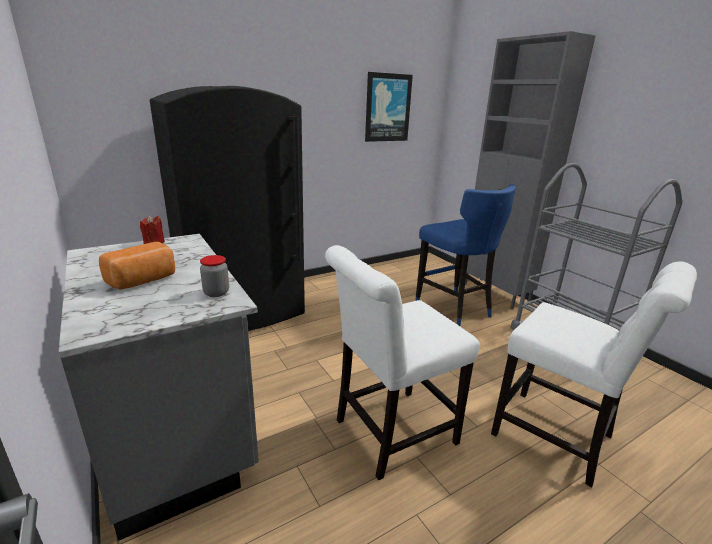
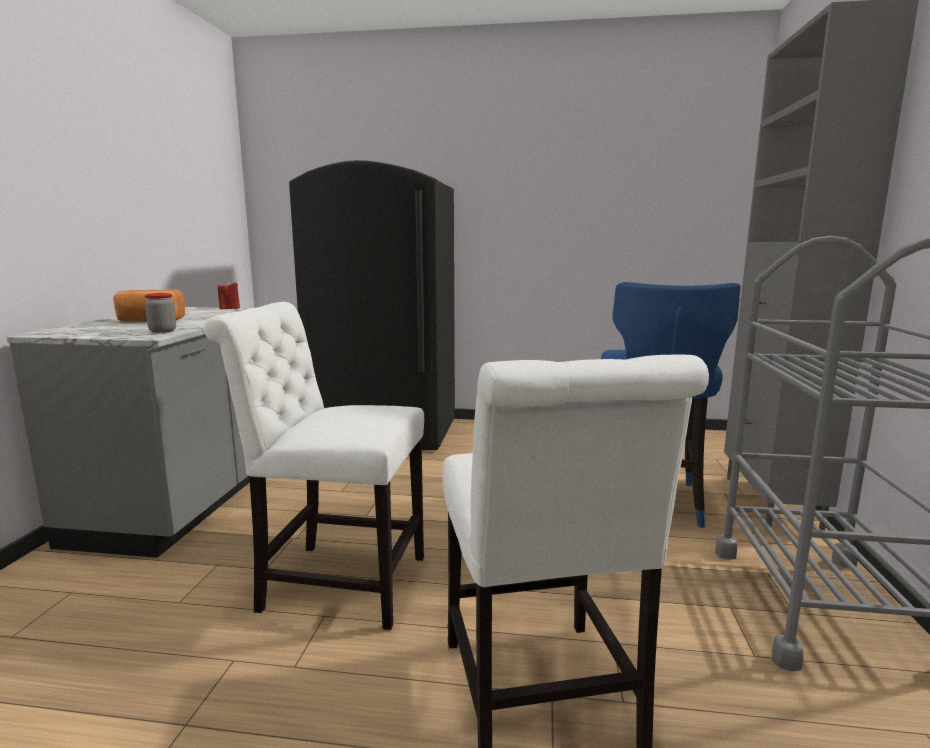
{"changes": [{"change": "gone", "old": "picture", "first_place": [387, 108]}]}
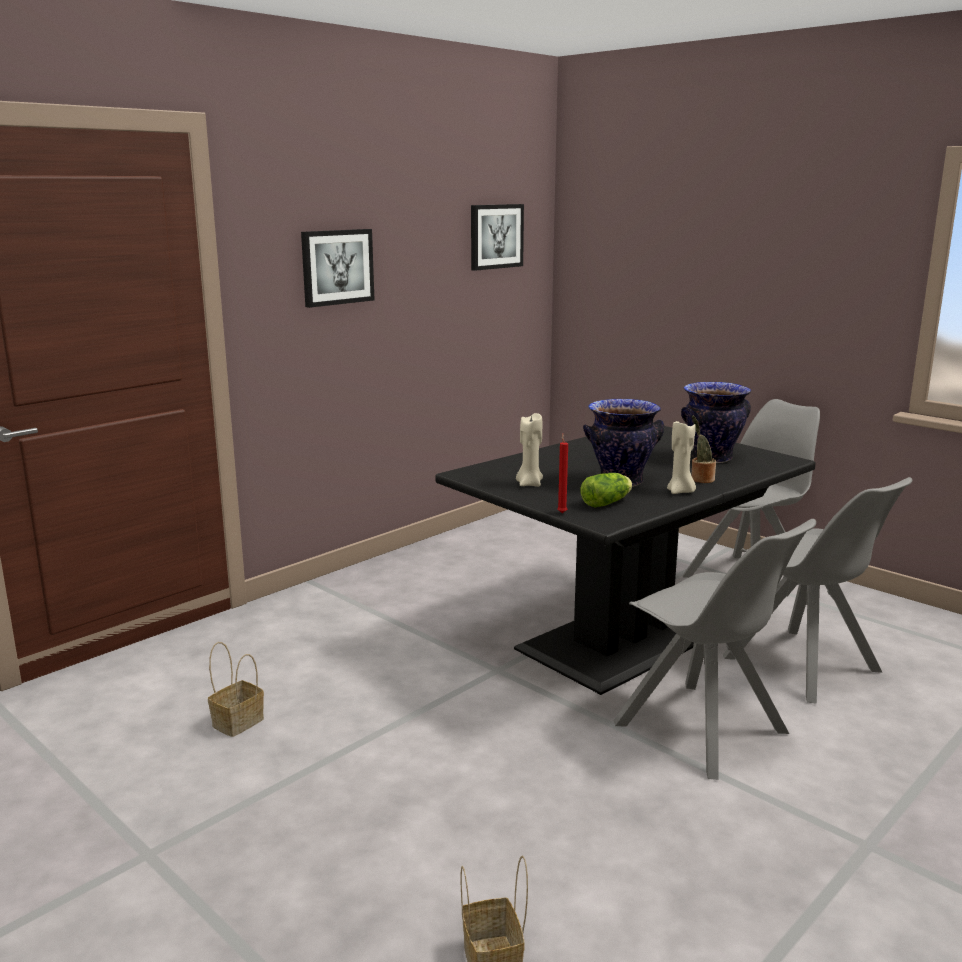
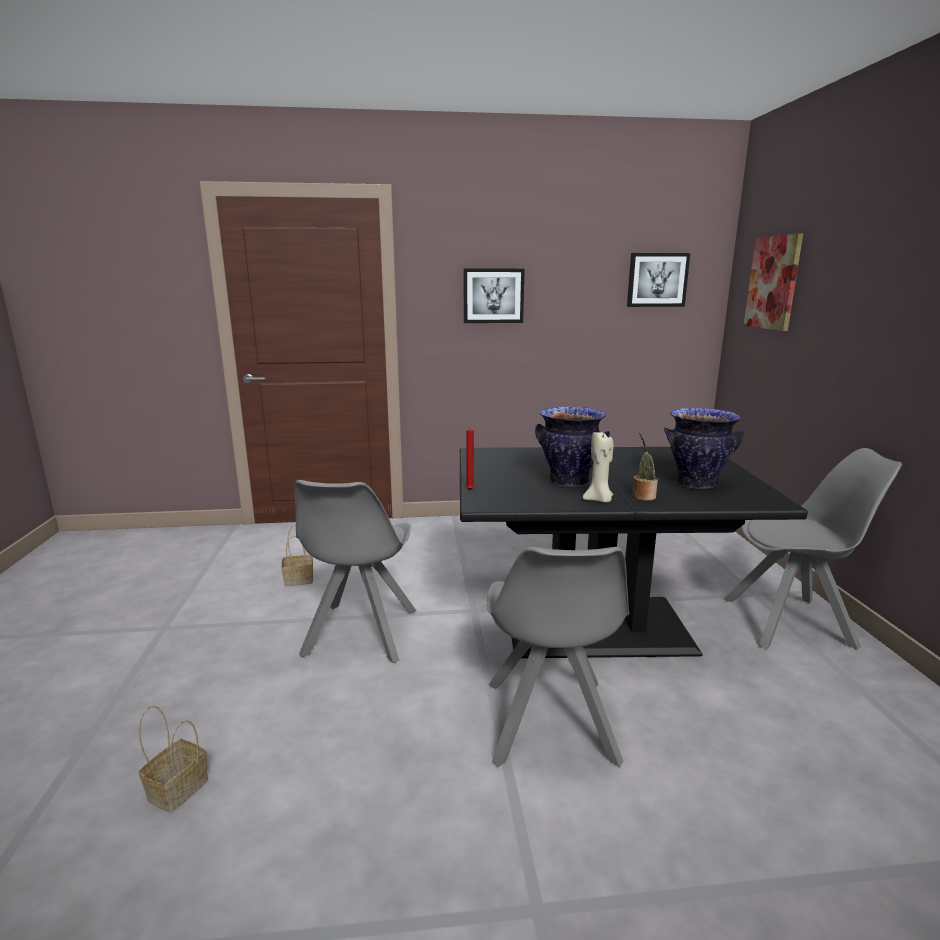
{"changes": [{"change": "gone", "old": "beige-coloured wax candle", "first_place": [529, 484]}, {"change": "gone", "old": "head of lettuce", "first_place": [608, 502]}, {"change": "shifted", "old": "grey chair", "first_place": [804, 666], "second_place": [359, 634]}, {"change": "new", "new": "picture", "second_place": [773, 283]}]}
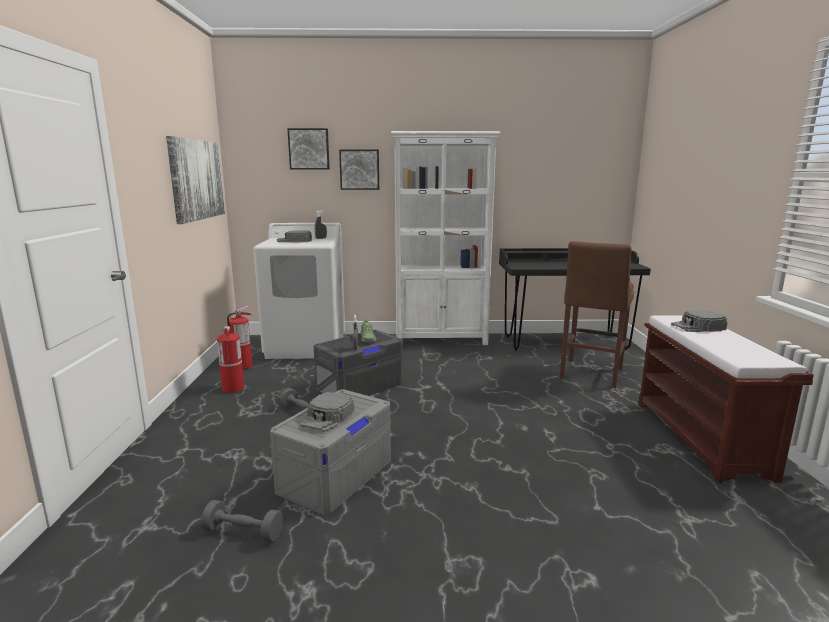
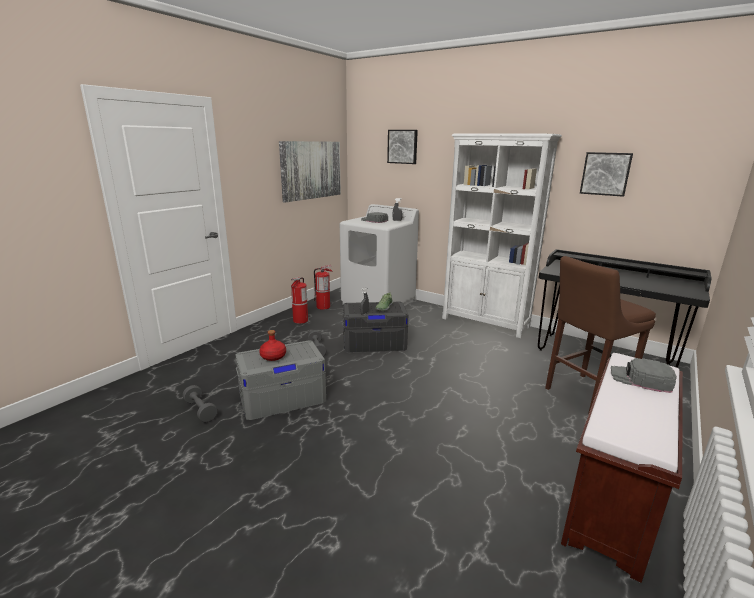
{"changes": [{"change": "shifted", "old": "picture", "first_place": [359, 169], "second_place": [605, 174]}, {"change": "swapped", "old": "grey cap", "new": "red-coloured beverage bottle", "first_place": [327, 417], "second_place": [273, 356]}]}
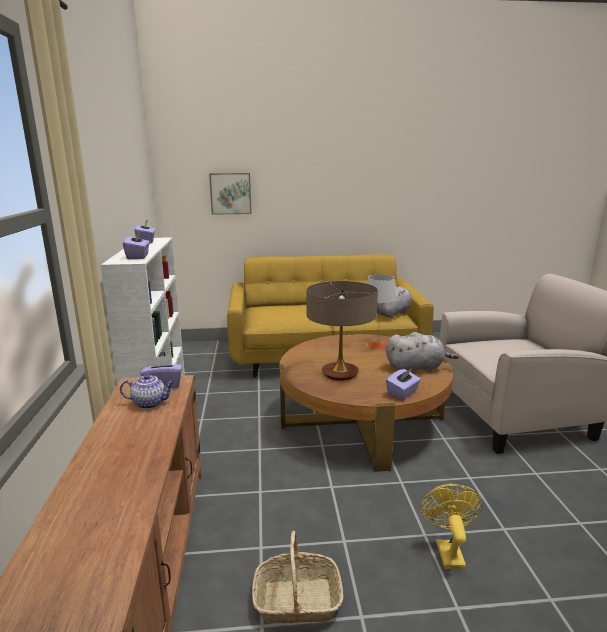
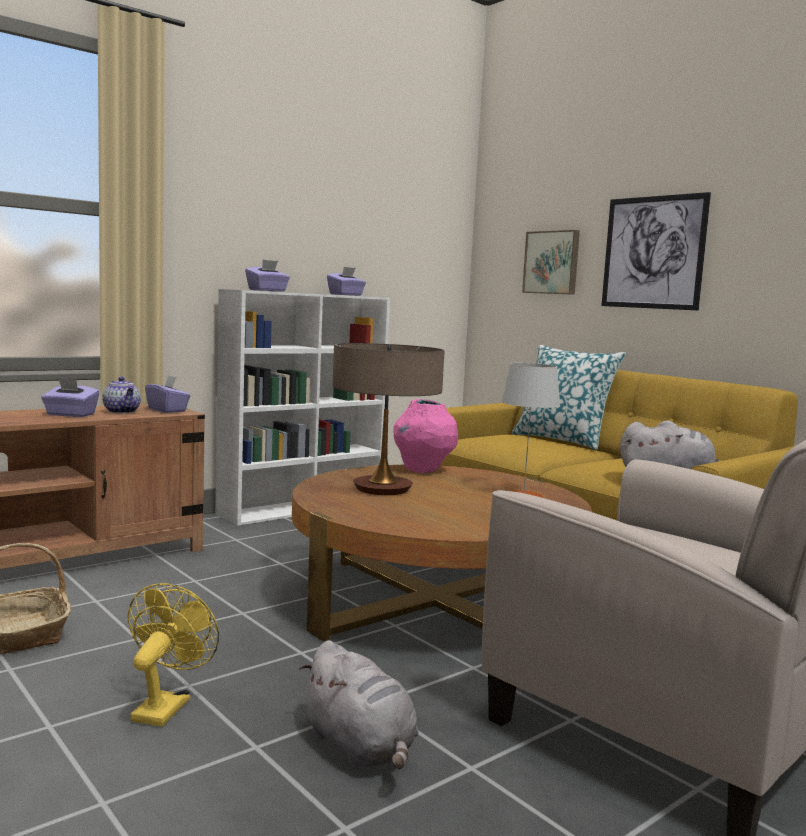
{"changes": [{"change": "shifted", "old": "grey plush toy", "first_place": [416, 368], "second_place": [360, 747]}, {"change": "shifted", "old": "purple-coloured tissue box", "first_place": [402, 393], "second_place": [70, 415]}, {"change": "rotated", "old": "yellow fan", "first_place": [447, 550], "second_place": [165, 705], "degrees": -45}, {"change": "new", "new": "picture", "second_place": [653, 252]}, {"change": "new", "new": "pillow", "second_place": [562, 440]}, {"change": "new", "new": "pinkish vase", "second_place": [422, 470]}]}
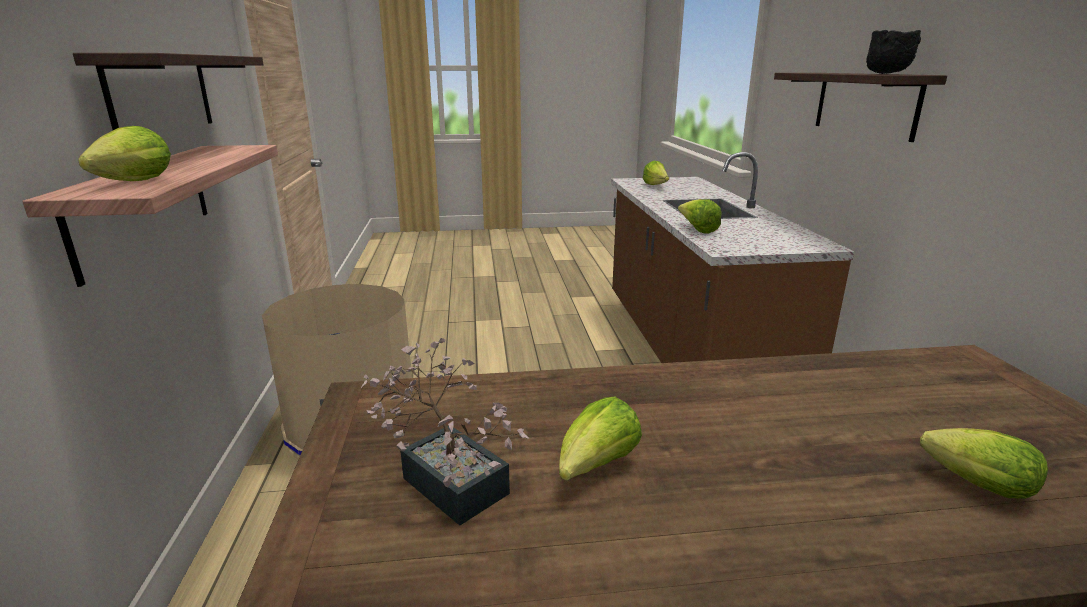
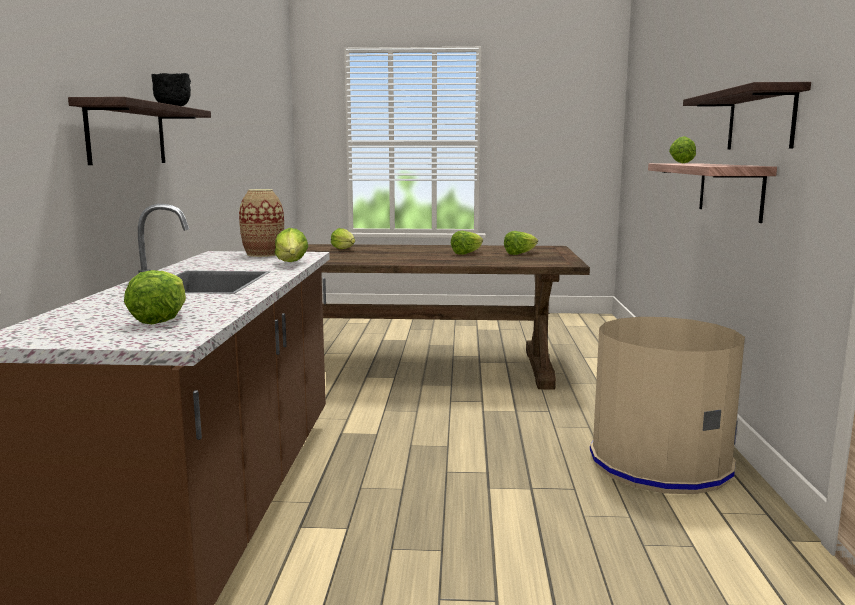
{"changes": [{"change": "swapped", "old": "houseplant", "new": "head of lettuce", "first_place": [448, 479], "second_place": [520, 254]}, {"change": "new", "new": "vase", "second_place": [263, 254]}]}
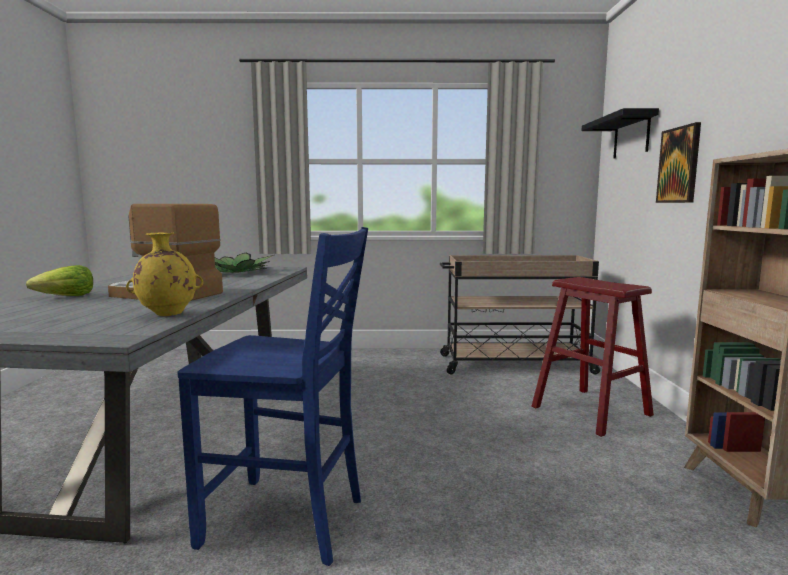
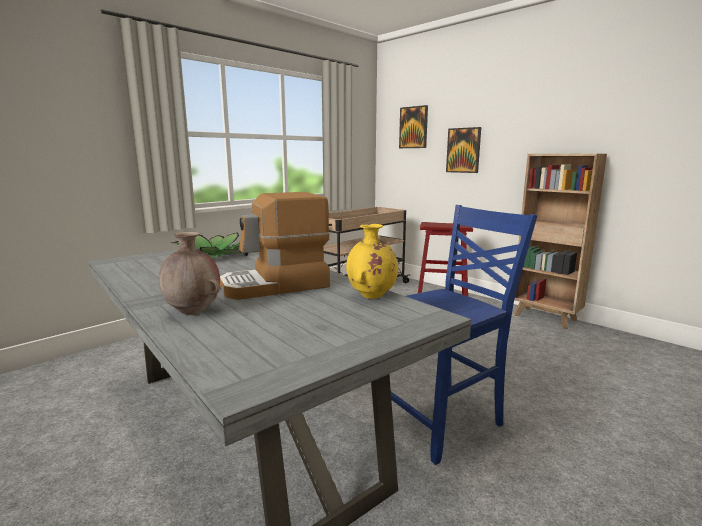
{"changes": [{"change": "swapped", "old": "black-coloured shelf", "new": "picture", "first_place": [631, 136], "second_place": [413, 127]}, {"change": "swapped", "old": "head of lettuce", "new": "brown vase", "first_place": [66, 297], "second_place": [193, 312]}]}
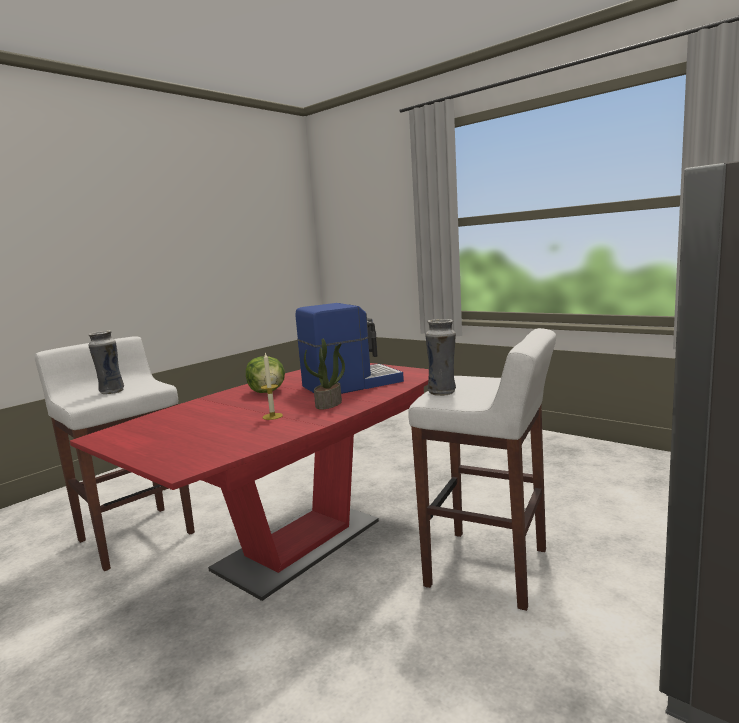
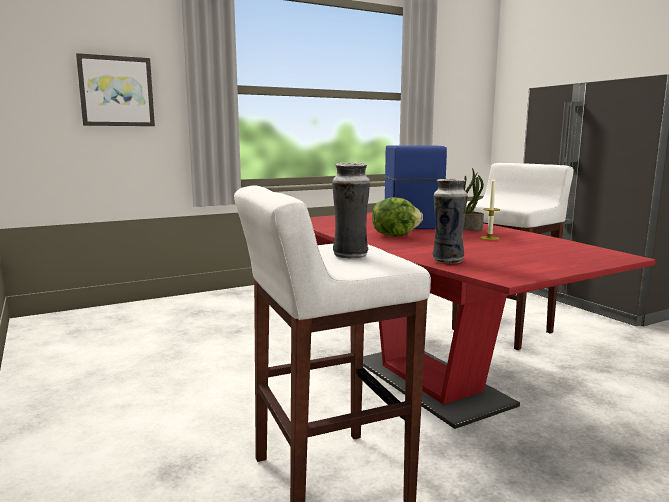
{"changes": [{"change": "shifted", "old": "vase", "first_place": [442, 392], "second_place": [447, 260]}, {"change": "new", "new": "picture", "second_place": [116, 91]}]}
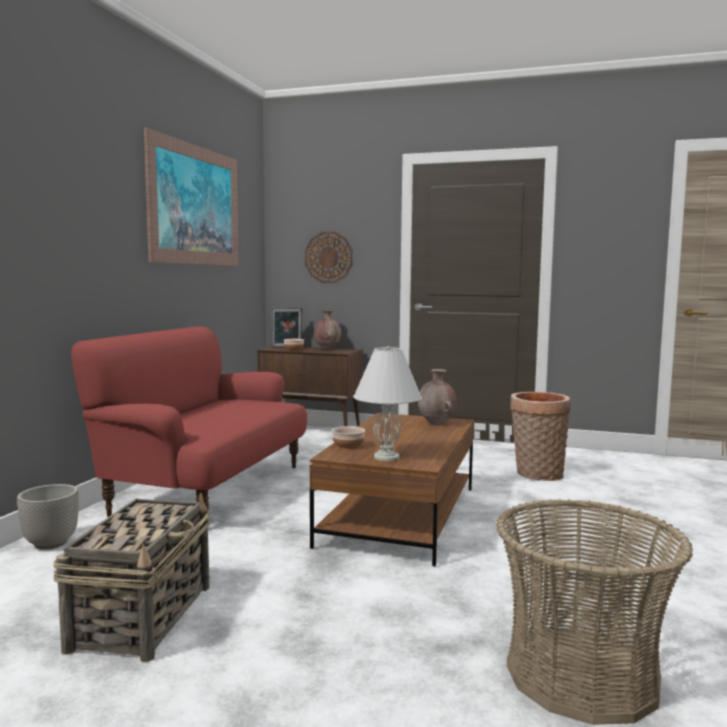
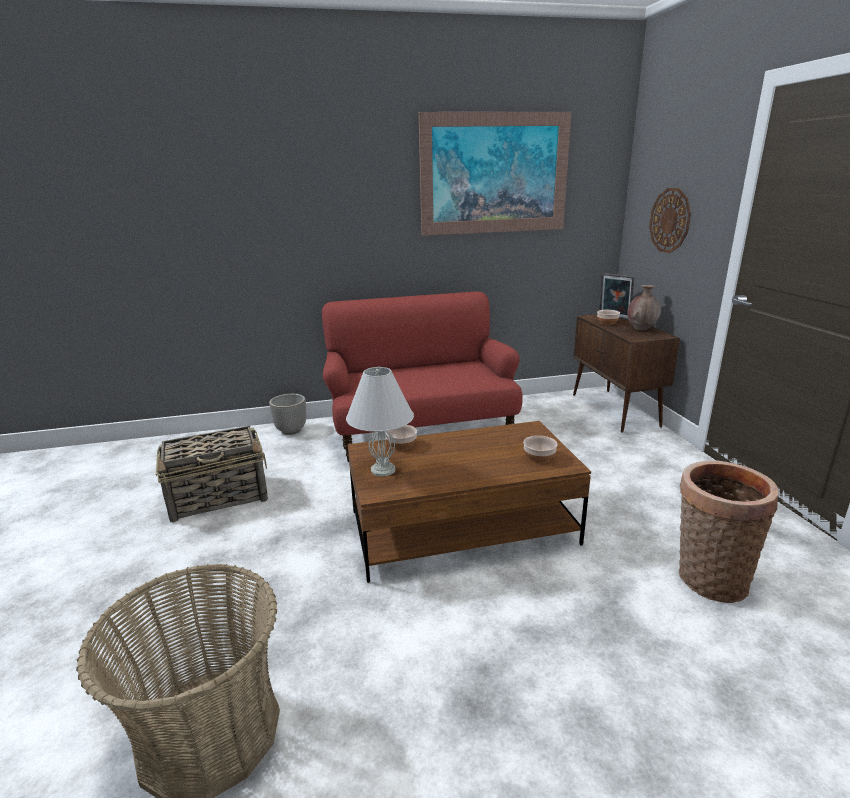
{"changes": [{"change": "swapped", "old": "brown vase", "new": "serving bowl", "first_place": [436, 423], "second_place": [539, 457]}]}
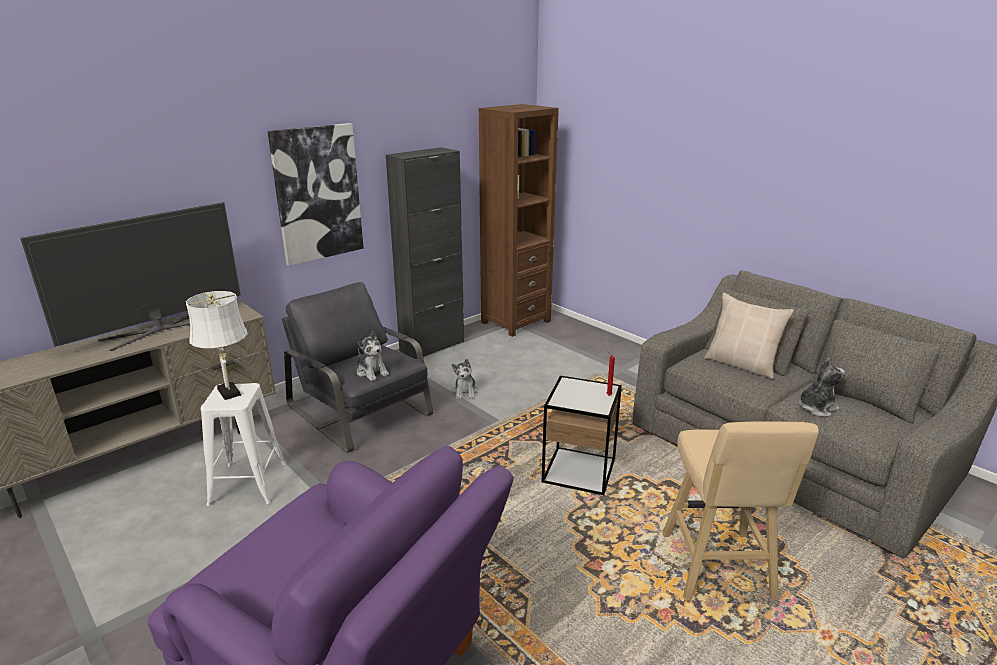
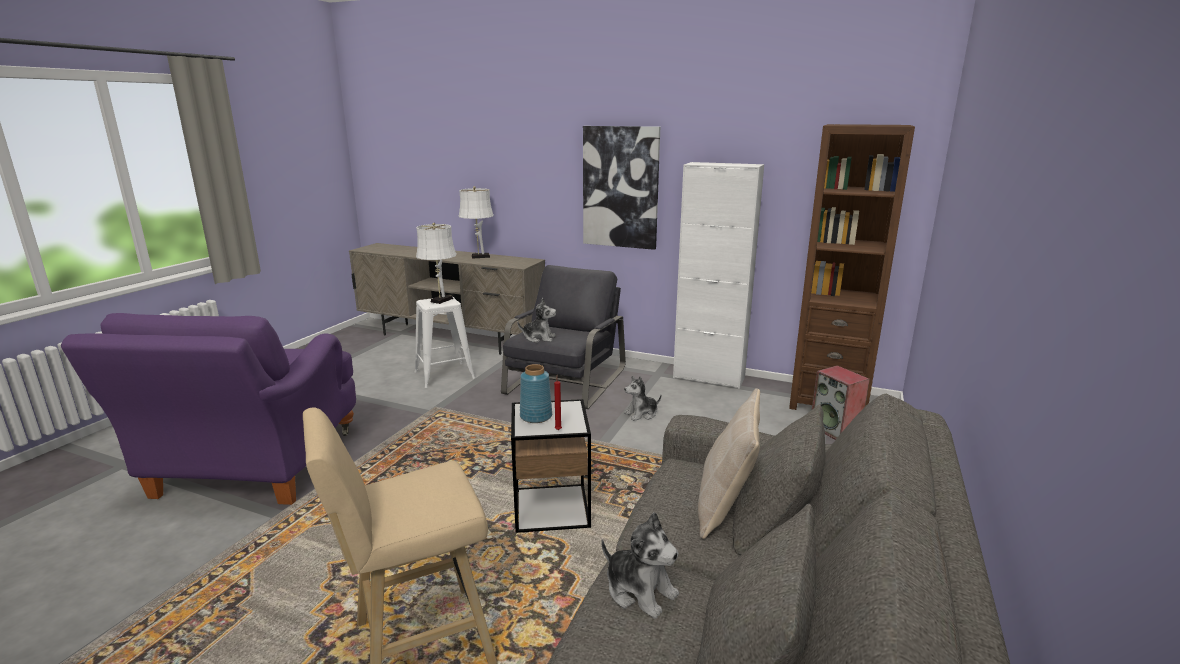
{"changes": [{"change": "repainted", "old": "black-coloured storage cabinet", "new": "whitish storage cabinet", "first_place": [432, 346], "second_place": [709, 377]}, {"change": "swapped", "old": "television", "new": "whitish tabletop lamp", "first_place": [159, 329], "second_place": [478, 256]}, {"change": "rotated", "old": "plush toy", "first_place": [372, 372], "second_place": [539, 338], "degrees": -105}, {"change": "new", "new": "blue-coloured vase", "second_place": [536, 416]}, {"change": "new", "new": "loudspeaker", "second_place": [835, 430]}]}
